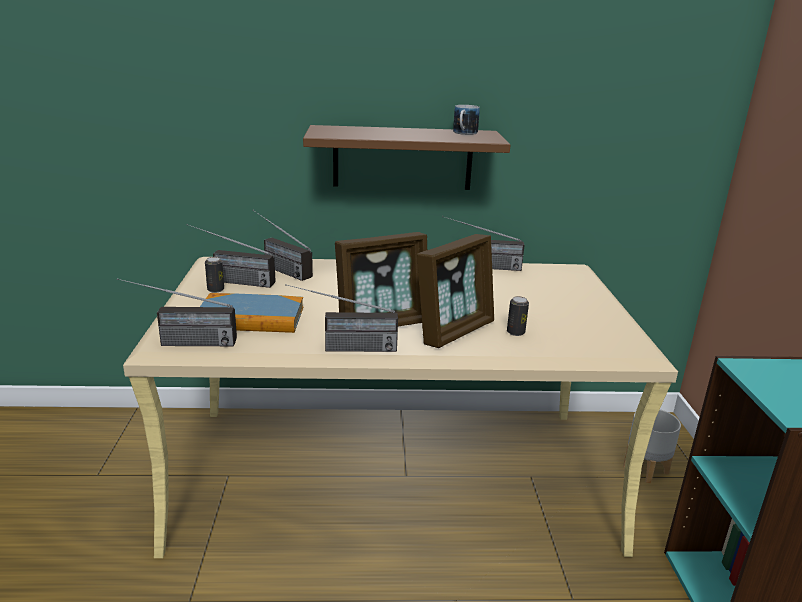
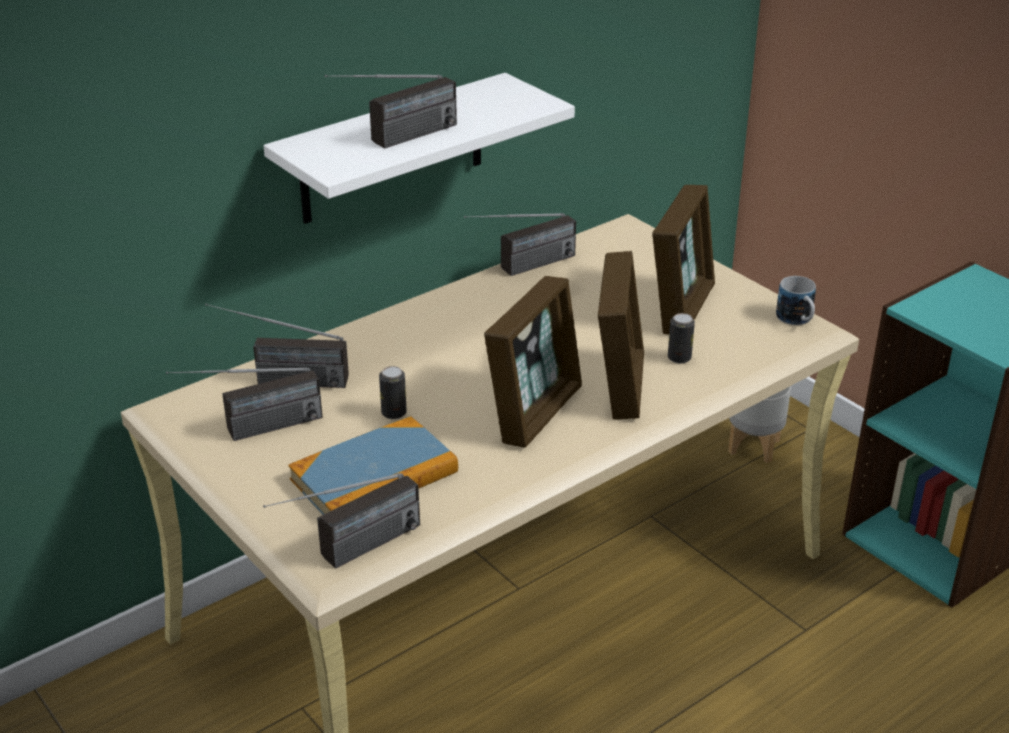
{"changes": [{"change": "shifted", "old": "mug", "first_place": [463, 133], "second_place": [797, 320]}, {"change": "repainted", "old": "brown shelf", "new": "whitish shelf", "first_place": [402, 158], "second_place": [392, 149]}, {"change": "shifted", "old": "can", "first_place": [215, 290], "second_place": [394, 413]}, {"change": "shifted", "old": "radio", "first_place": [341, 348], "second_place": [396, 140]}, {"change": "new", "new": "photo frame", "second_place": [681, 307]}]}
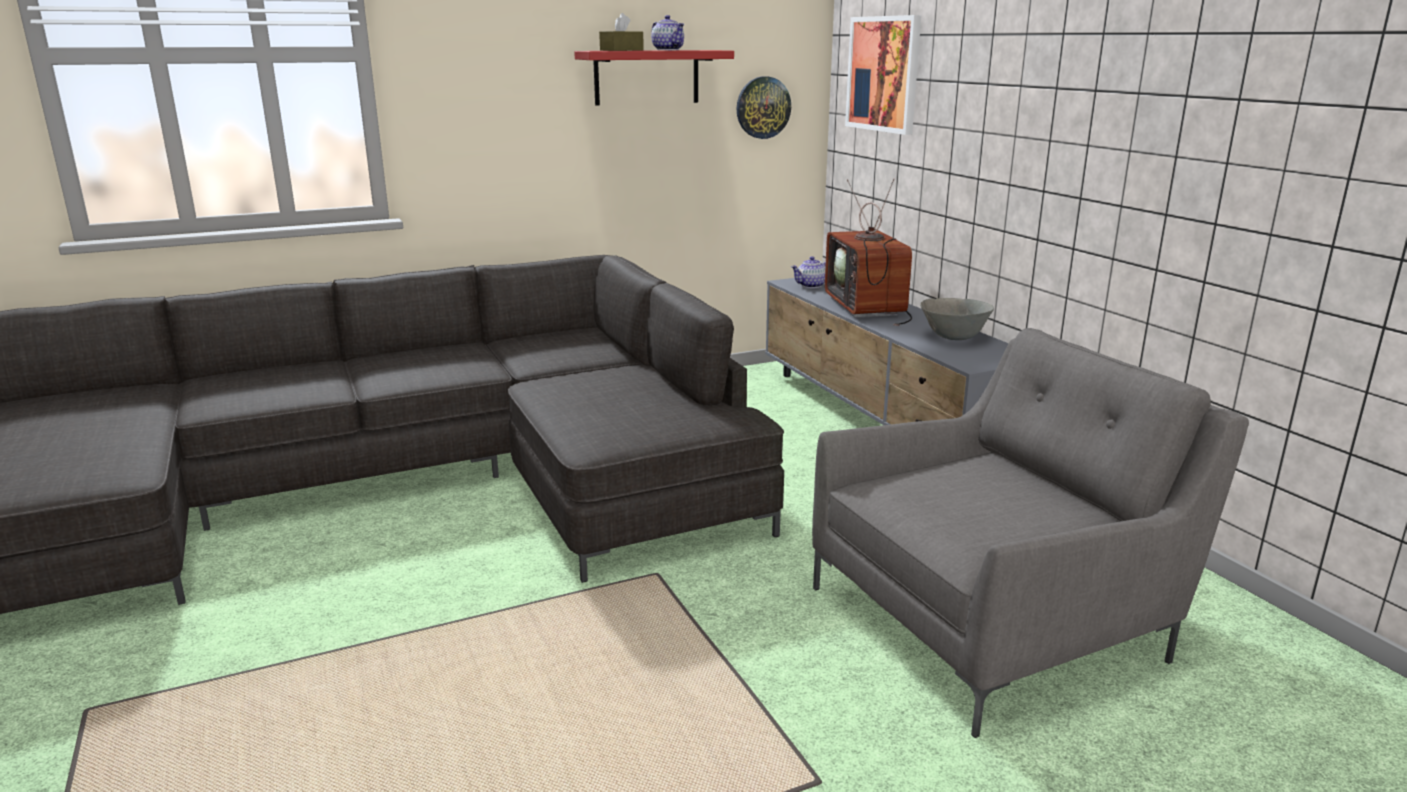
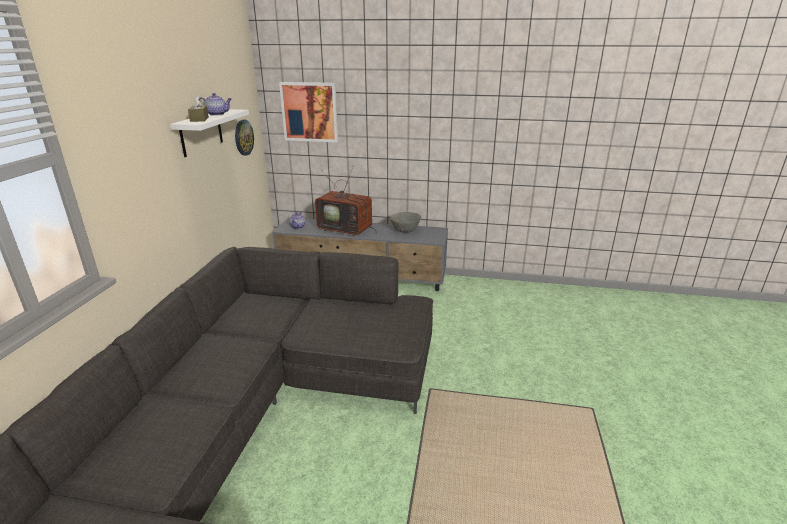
{"changes": [{"change": "repainted", "old": "red-coloured shelf", "new": "whitish shelf", "first_place": [646, 77], "second_place": [201, 132]}, {"change": "gone", "old": "grey armchair", "first_place": [993, 620]}]}
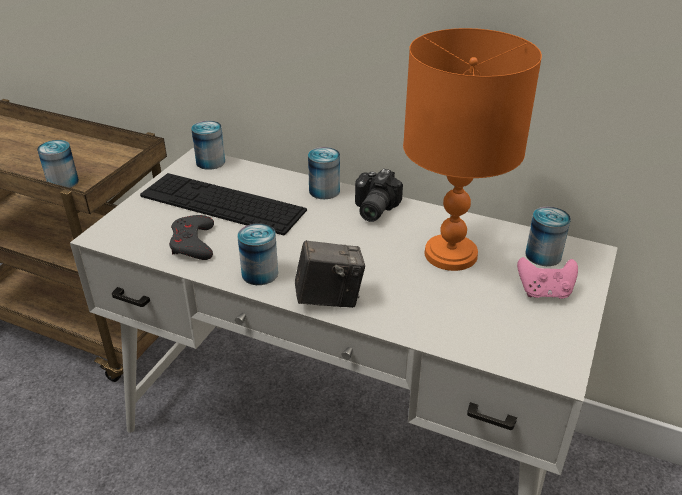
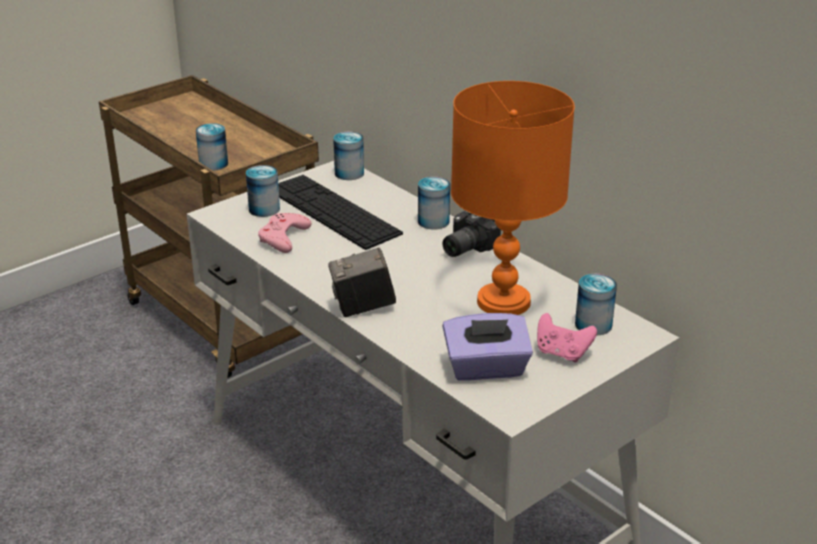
{"changes": [{"change": "repainted", "old": "grey game controller", "new": "pinkish game controller", "first_place": [193, 243], "second_place": [283, 237]}, {"change": "shifted", "old": "can", "first_place": [260, 273], "second_place": [264, 209]}, {"change": "rotated", "old": "photo camera", "first_place": [329, 298], "second_place": [363, 307], "degrees": 150}, {"change": "new", "new": "purple-coloured tissue box", "second_place": [486, 368]}]}
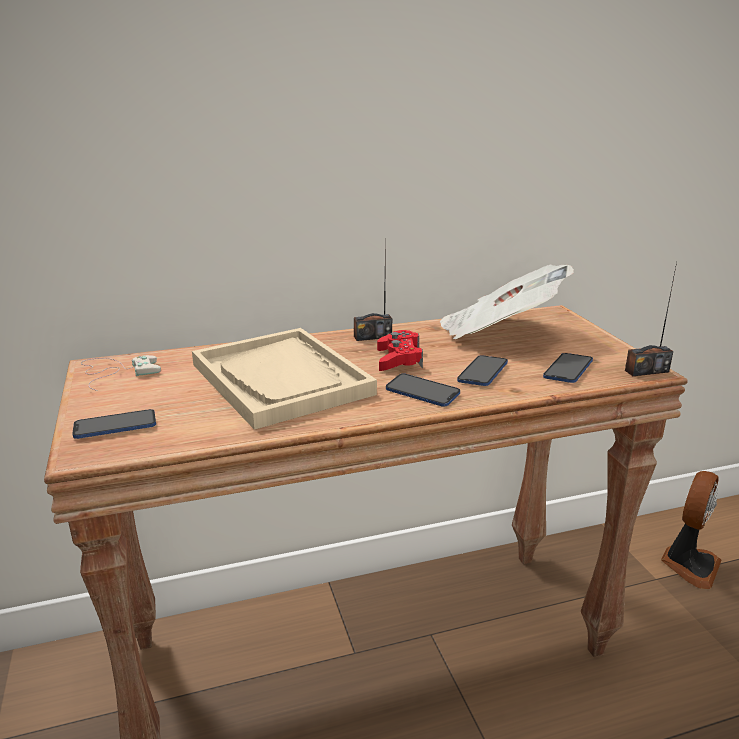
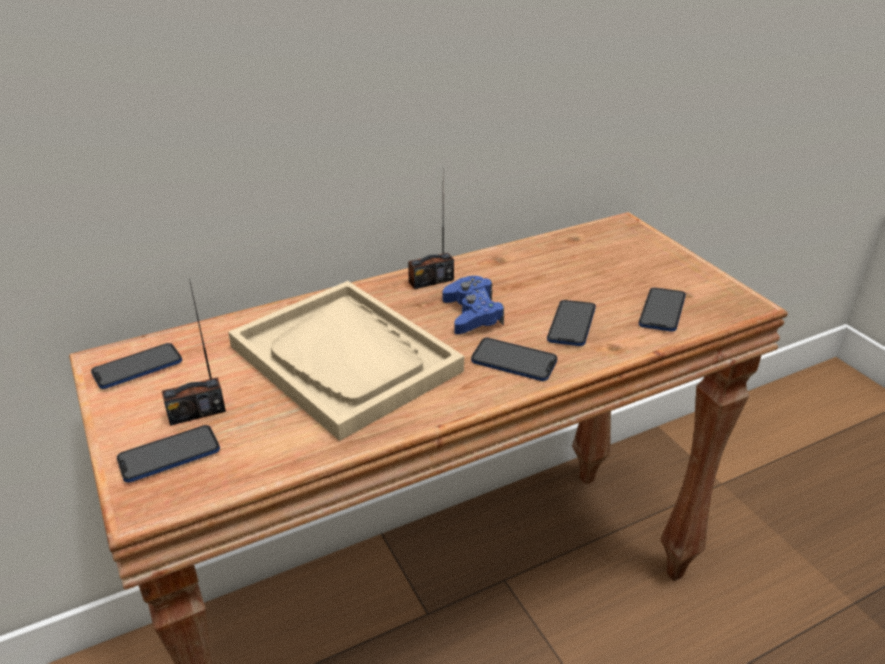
{"changes": [{"change": "shifted", "old": "radio", "first_place": [646, 371], "second_place": [196, 412]}, {"change": "gone", "old": "daily paper", "first_place": [498, 332]}, {"change": "repainted", "old": "red-coloured game controller", "new": "blue-coloured game controller", "first_place": [399, 359], "second_place": [472, 314]}, {"change": "swapped", "old": "whitish game controller", "new": "phone", "first_place": [116, 372], "second_place": [137, 368]}, {"change": "gone", "old": "fan", "first_place": [689, 564]}]}
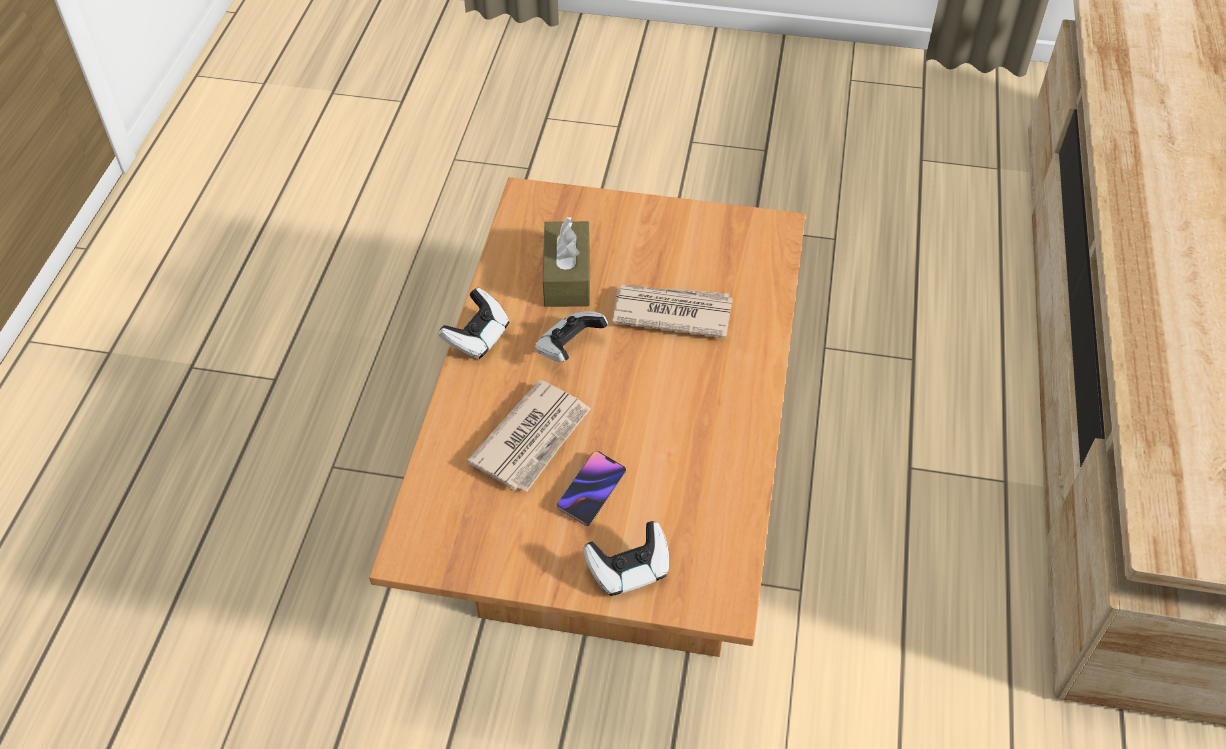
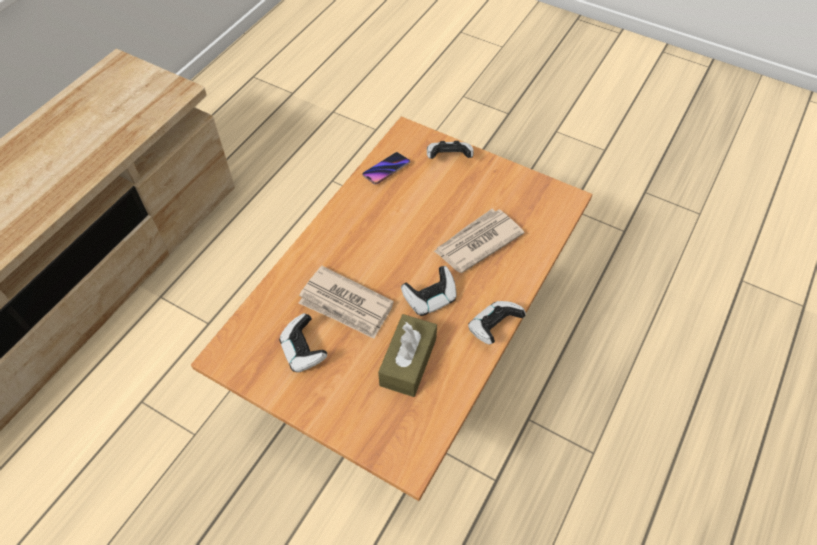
{"changes": [{"change": "shifted", "old": "phone", "first_place": [591, 490], "second_place": [386, 170]}, {"change": "new", "new": "game controller", "second_place": [303, 351]}]}
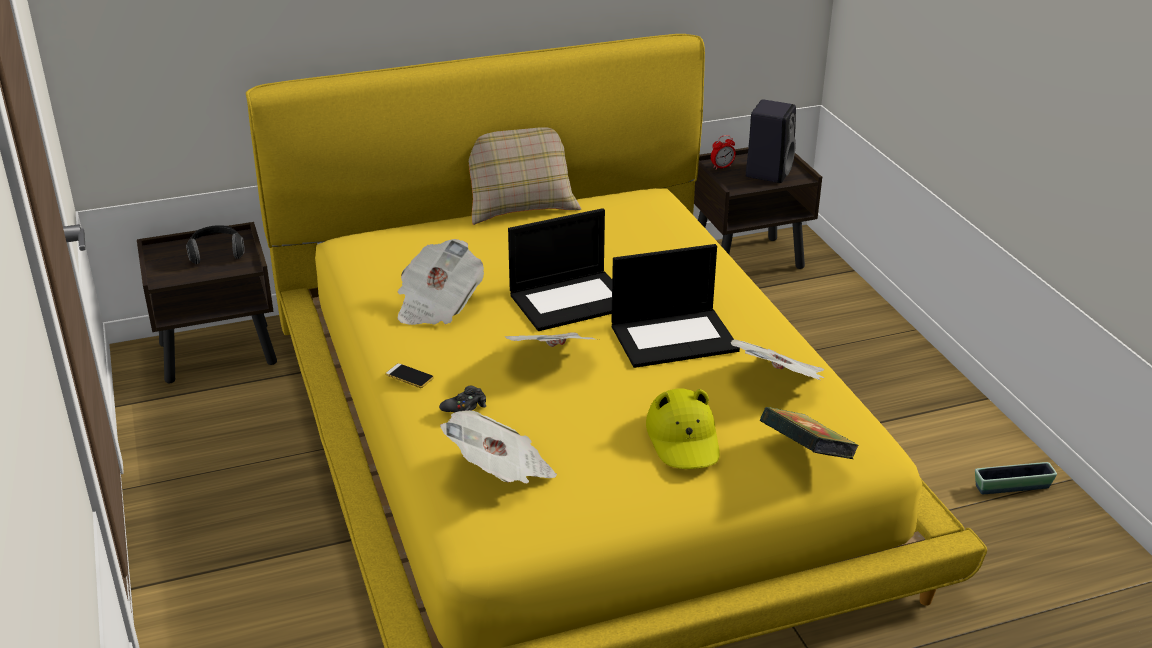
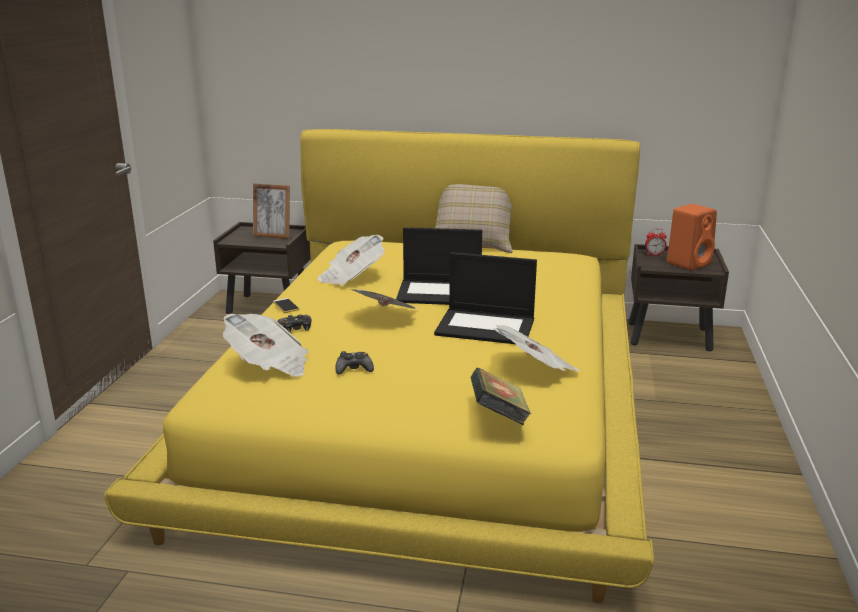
{"changes": [{"change": "repainted", "old": "black-coloured loudspeaker", "new": "orange-coloured loudspeaker", "first_place": [768, 171], "second_place": [689, 263]}, {"change": "swapped", "old": "headphones", "new": "photo frame", "first_place": [216, 253], "second_place": [273, 236]}, {"change": "gone", "old": "yellow wearable hat", "first_place": [684, 439]}, {"change": "gone", "old": "flower pot", "first_place": [1012, 487]}, {"change": "new", "new": "black-coloured game controller", "second_place": [354, 369]}]}
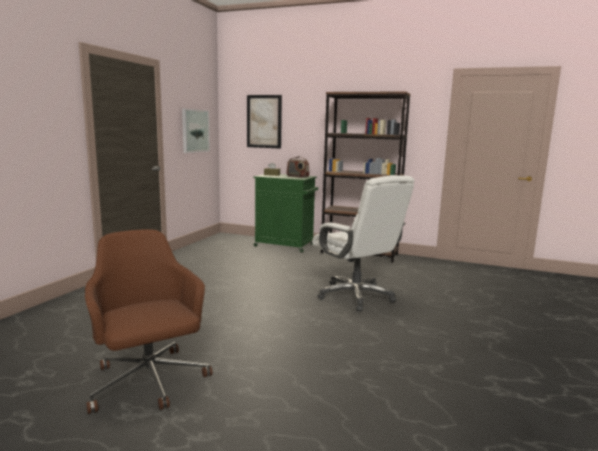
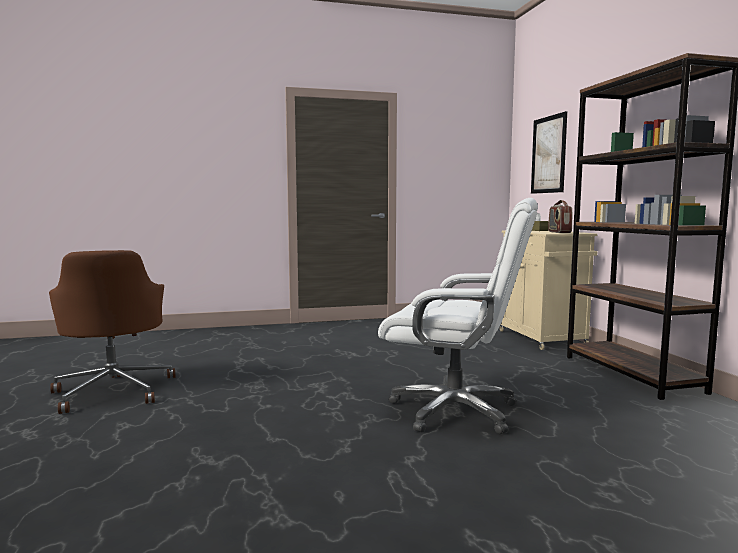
{"changes": [{"change": "gone", "old": "picture", "first_place": [195, 131]}, {"change": "repainted", "old": "green-coloured storage cabinet", "new": "beige-coloured storage cabinet", "first_place": [285, 245], "second_place": [543, 339]}, {"change": "rotated", "old": "whitish office chair", "first_place": [356, 296], "second_place": [455, 410], "degrees": -90}, {"change": "rotated", "old": "brown office chair", "first_place": [149, 382], "second_place": [114, 390], "degrees": 135}]}
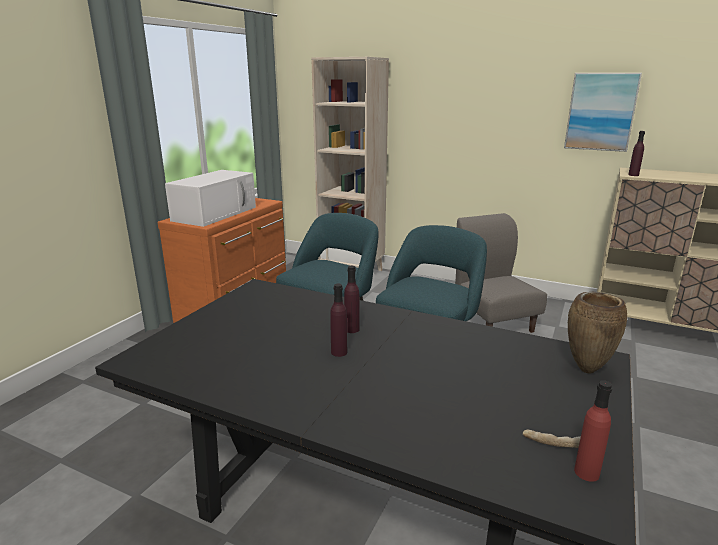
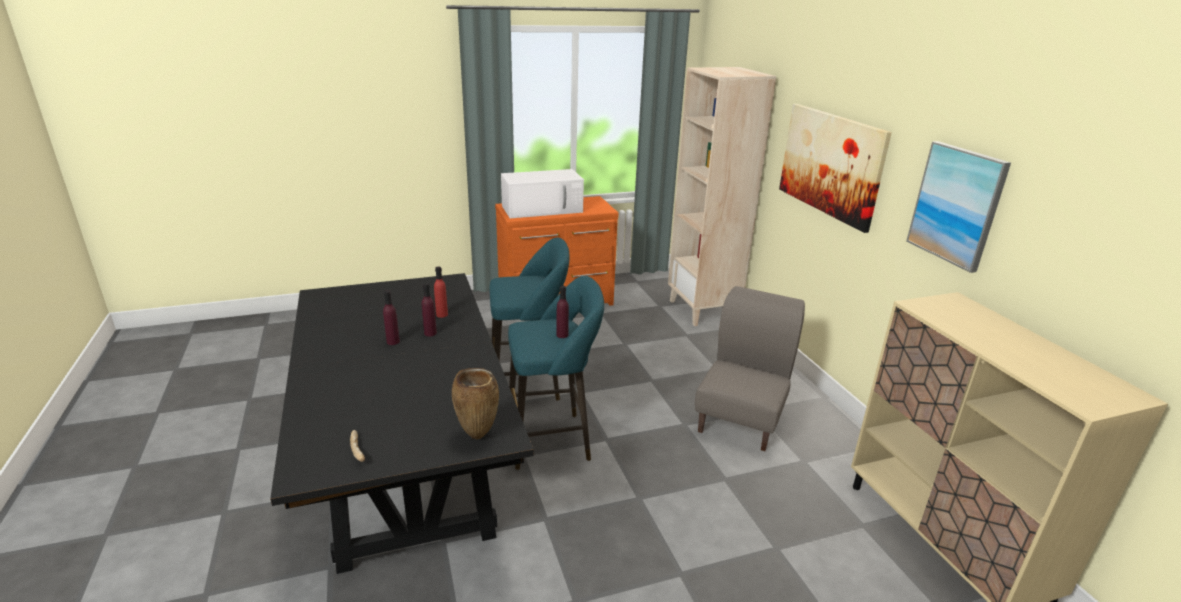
{"changes": [{"change": "shifted", "old": "purple-coloured beverage bottle", "first_place": [633, 175], "second_place": [562, 335]}, {"change": "shifted", "old": "red-coloured beverage bottle", "first_place": [586, 472], "second_place": [442, 314]}, {"change": "new", "new": "picture", "second_place": [830, 164]}]}
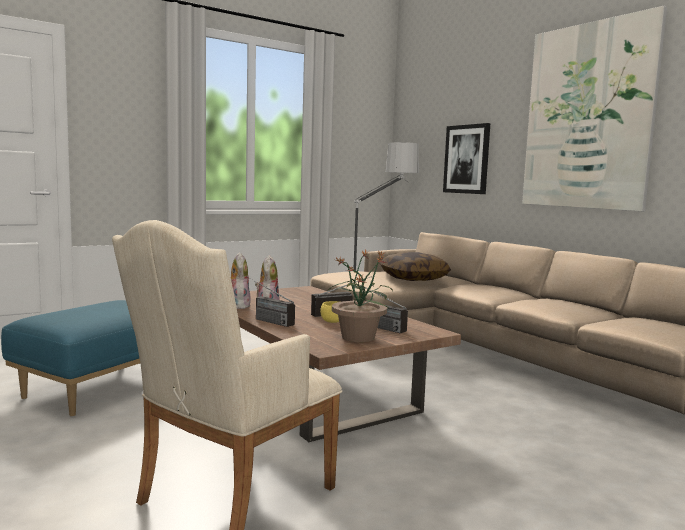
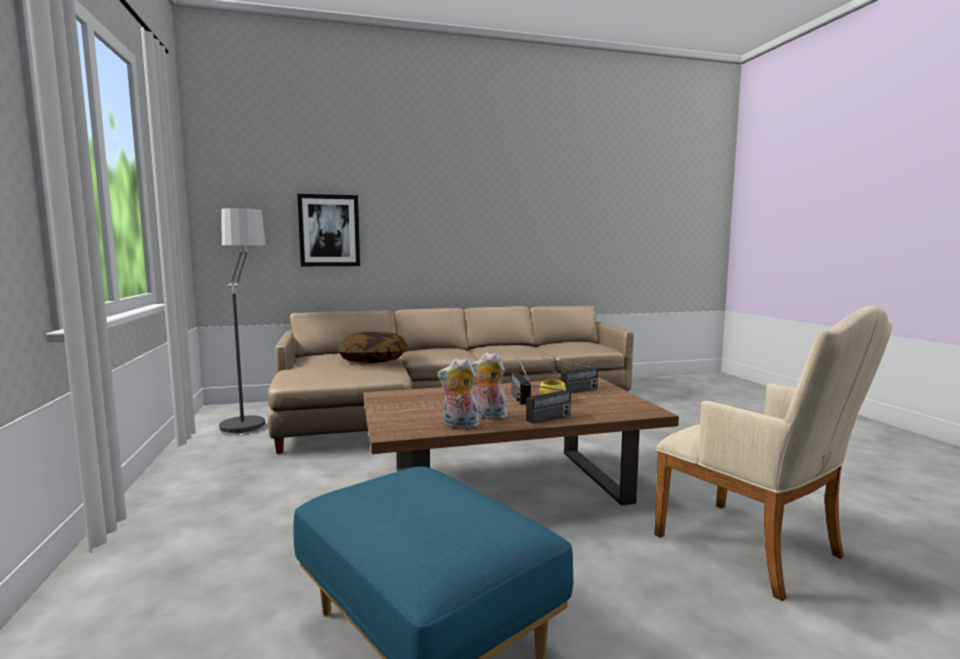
{"changes": [{"change": "gone", "old": "picture", "first_place": [587, 116]}, {"change": "gone", "old": "houseplant", "first_place": [358, 337]}]}
